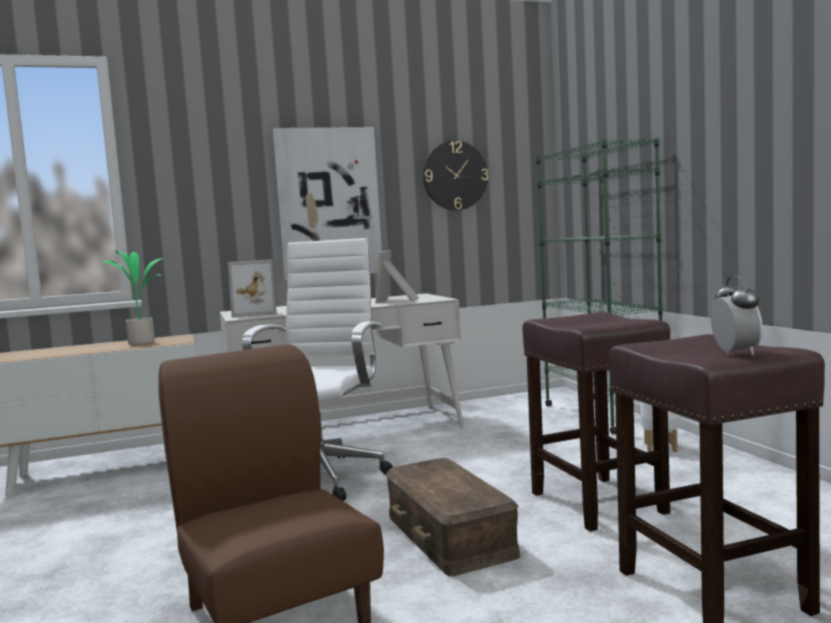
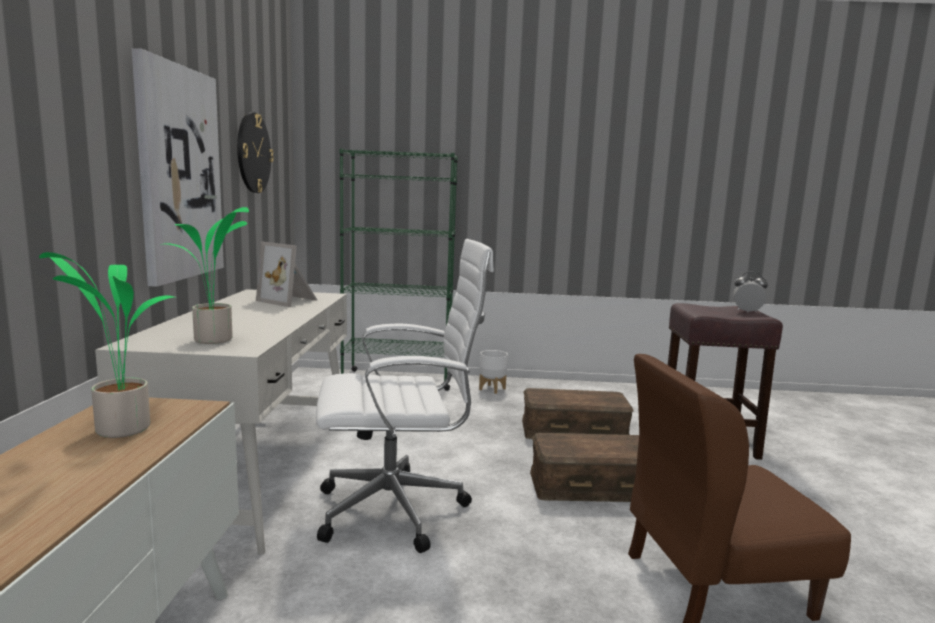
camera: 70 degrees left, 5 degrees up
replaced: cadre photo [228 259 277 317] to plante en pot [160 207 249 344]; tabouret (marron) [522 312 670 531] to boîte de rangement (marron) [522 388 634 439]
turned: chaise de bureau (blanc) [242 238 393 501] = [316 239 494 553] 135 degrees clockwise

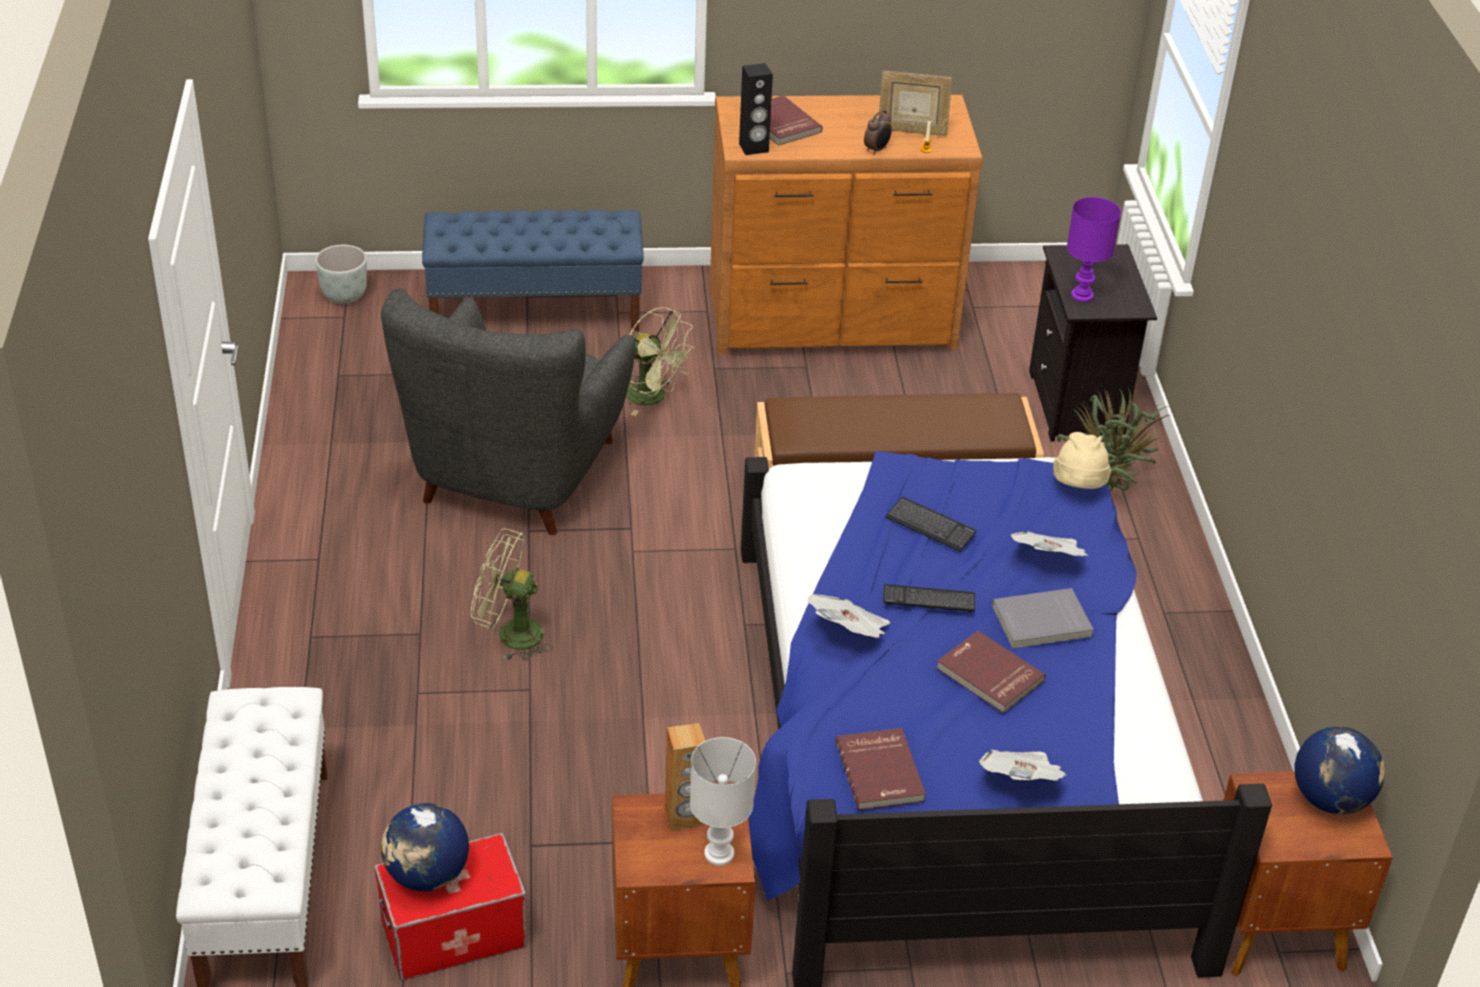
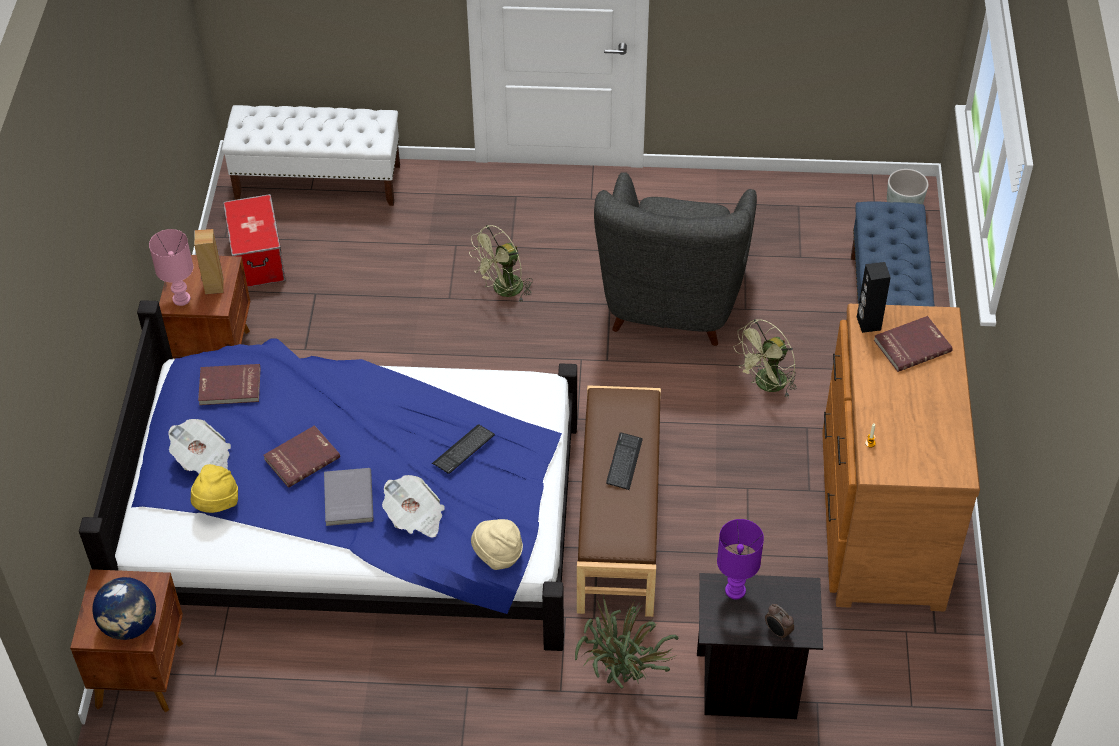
camera: 100 degrees right, 10 degrees up
removed: globe [381 803 469 891]; journal [808 594 890 638]; cadre photo [879 71 952 136]
added: chapeau (jaune) [191 464 238 513]
moved: réveil [864 110 892 155] to [765 604 794 640]; clavier [883 584 975 613] to [606 432 643 490]
recoloured: lampe de table (blanc) [690 737 756 866] to lampe de table (rose) [149 229 193 306]
turned: fauteuil (gris) [381 288 636 535] = [594 172 757 346] 105 degrees counterclockwise; ventilateur (vert) [471 528 553 661] = [469 225 533 301] 150 degrees counterclockwise

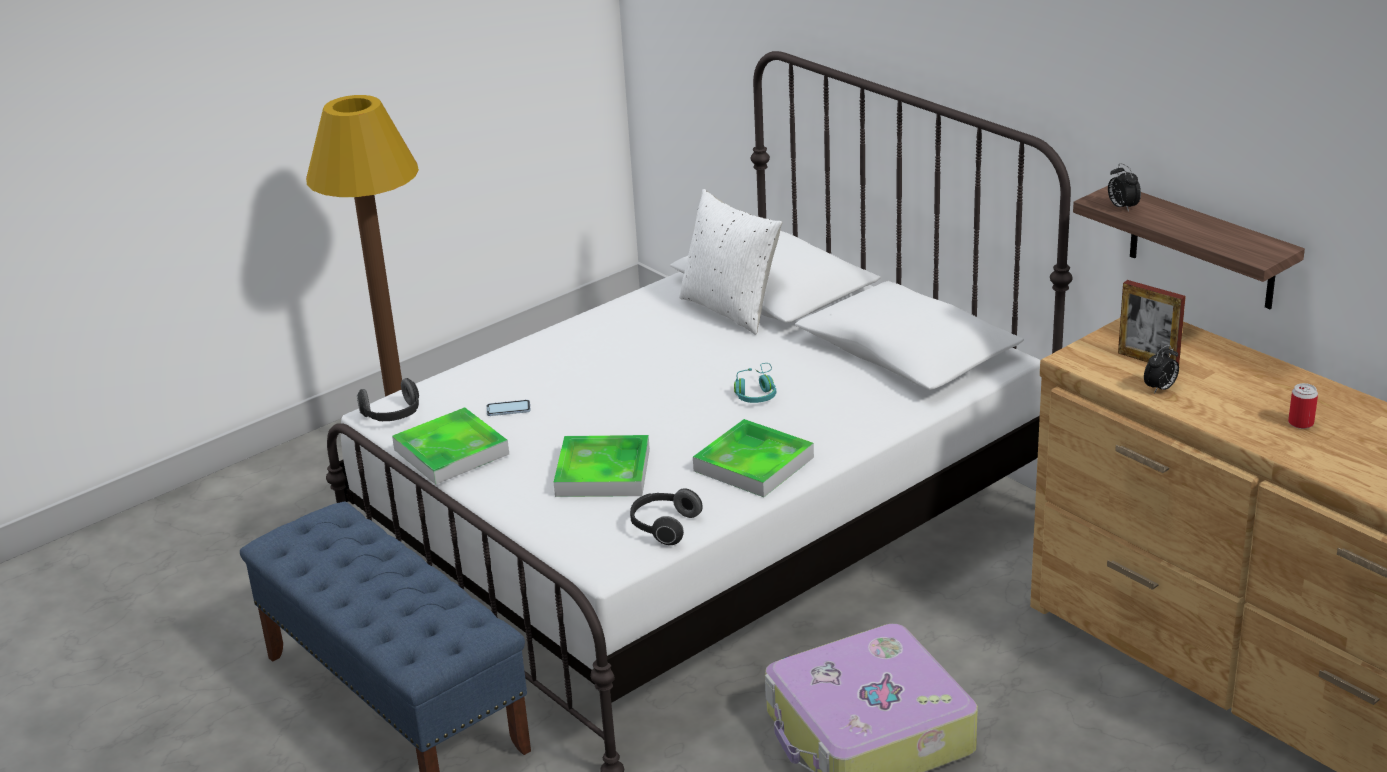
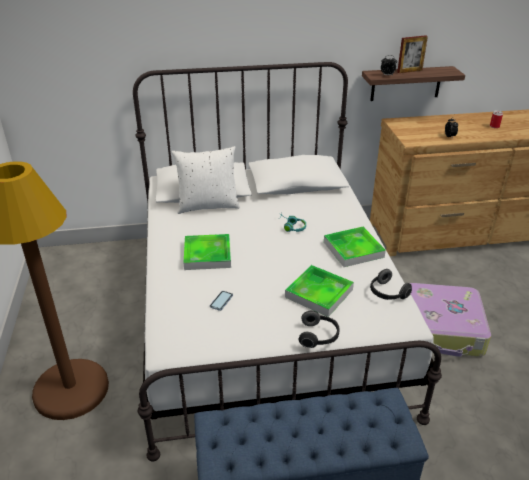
camera: 60 degrees left, 5 degrees up
moved: casque audio [357 378 419 421] to [299 311 339 348]; plateau [392 407 509 485] to [183 234 231 270]; cadre photo [1118 280 1186 364] to [397 35 428 73]

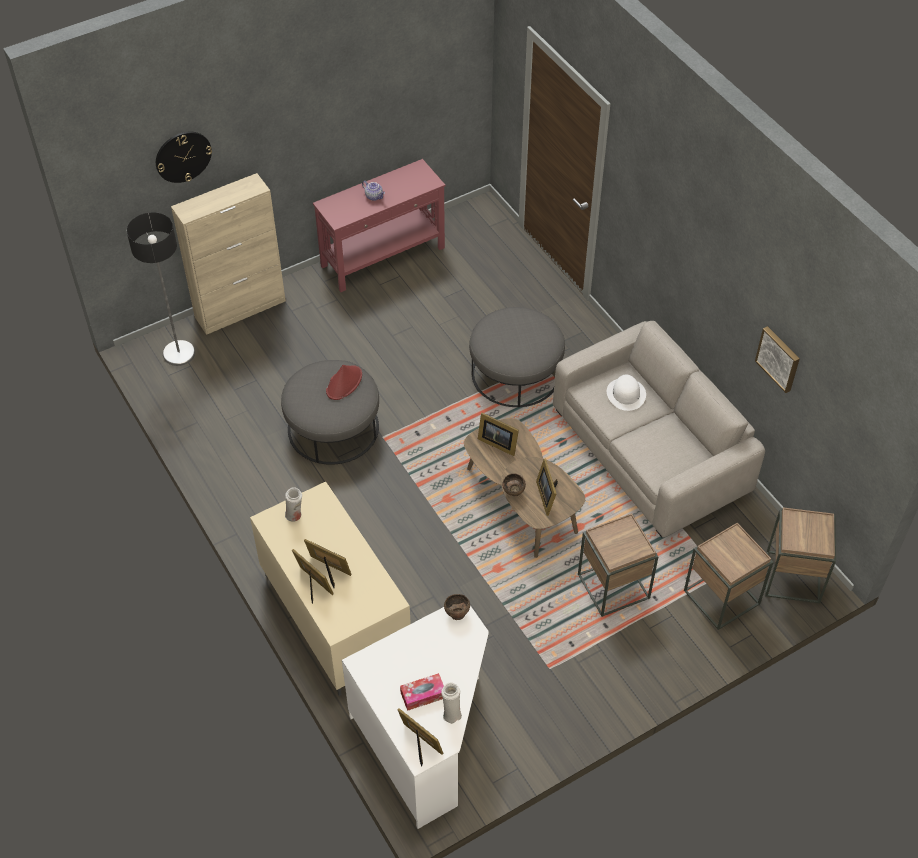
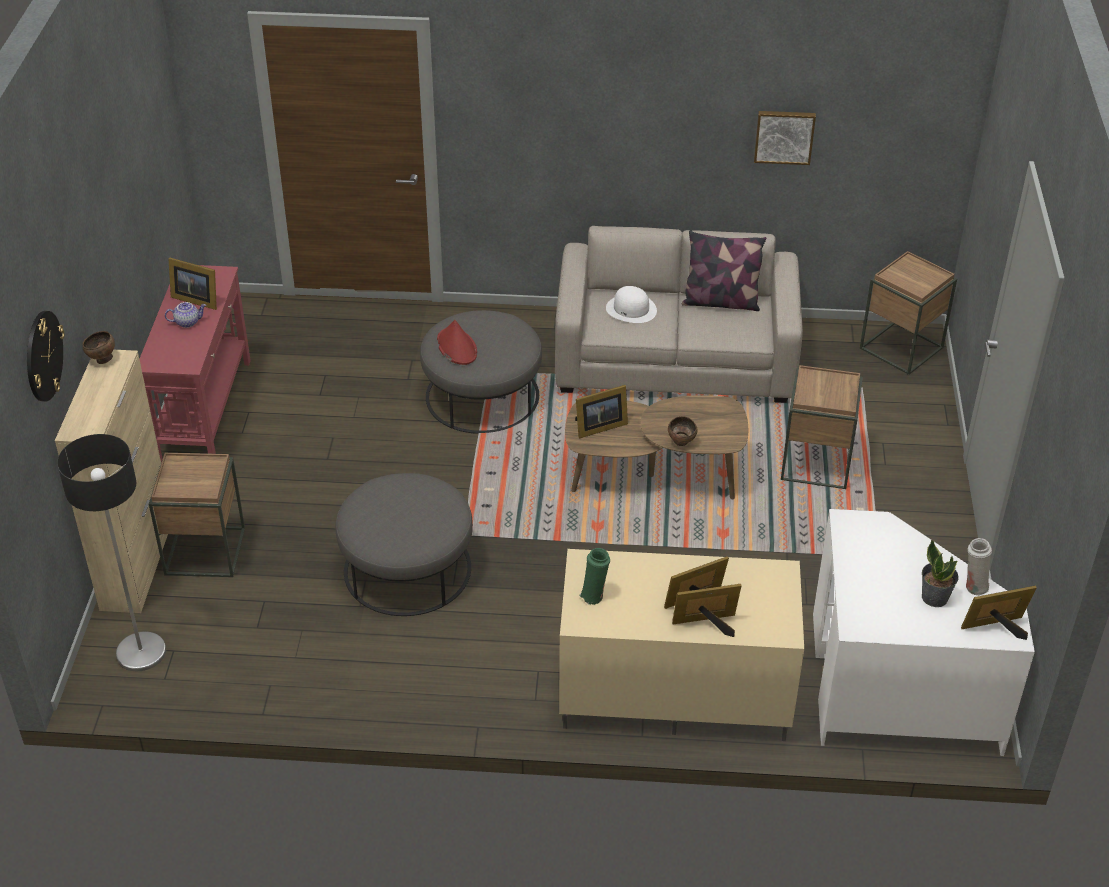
camera: 55 degrees left, 10 degrees down
added: coussin [682 230 766 311]
moved: chapeau (rouge) [326 365 362 400] to [437 320 477 365]; bol (marron) [444 594 470 620] to [82 331 115 364]; cadre photo [536 459 558 516] to [168 257 217 310]; table d'appoint (marron) [684 522 774 630] to [149 453 245 577]
replaced: boîte à mouchoirs [400 673 444 711] to plante en pot [922 540 959 607]
recoloured: vase (blanc) [285 487 302 522] to vase (vert) [579 548 610 605]

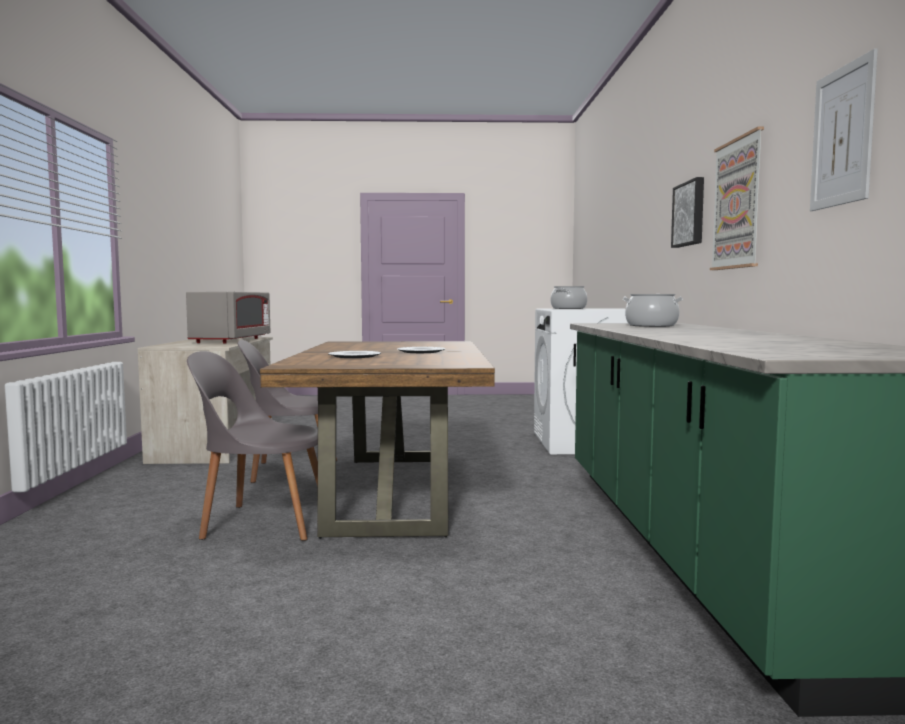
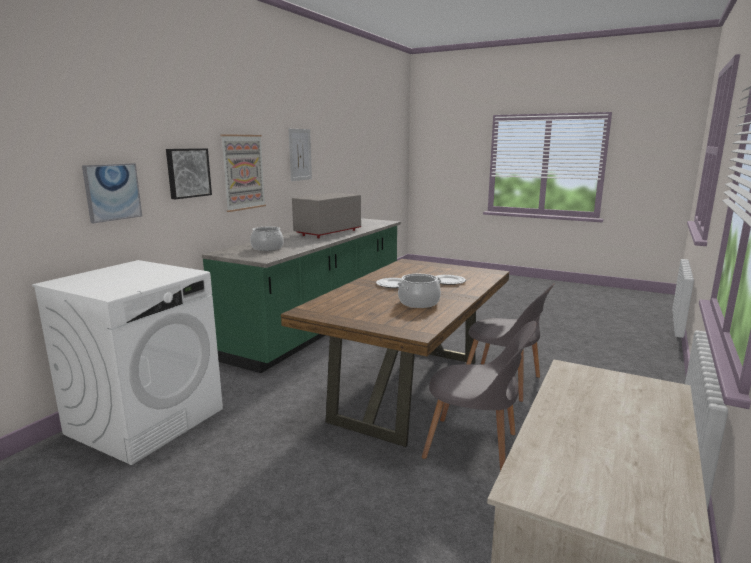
camera: 150 degrees left, 10 degrees up
added: tableau [82 163 142 223]
moved: micro-ondes (gris) [186 292 270 343] to [292 193 361 238]; marmite [551 286 587 309] to [397 274 441 308]

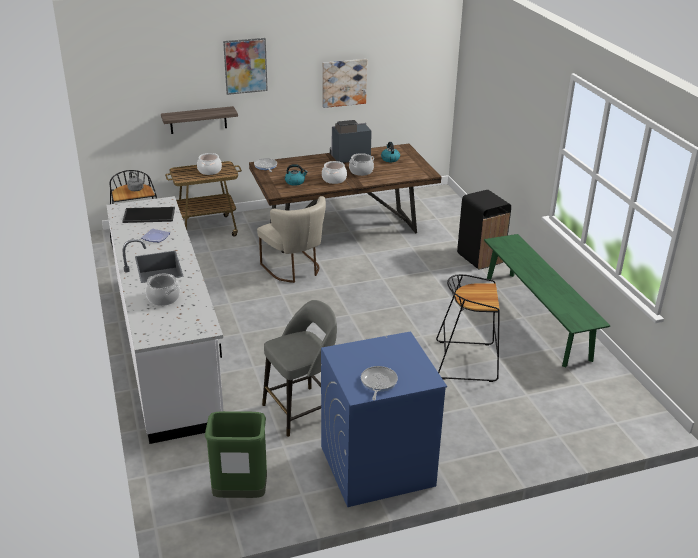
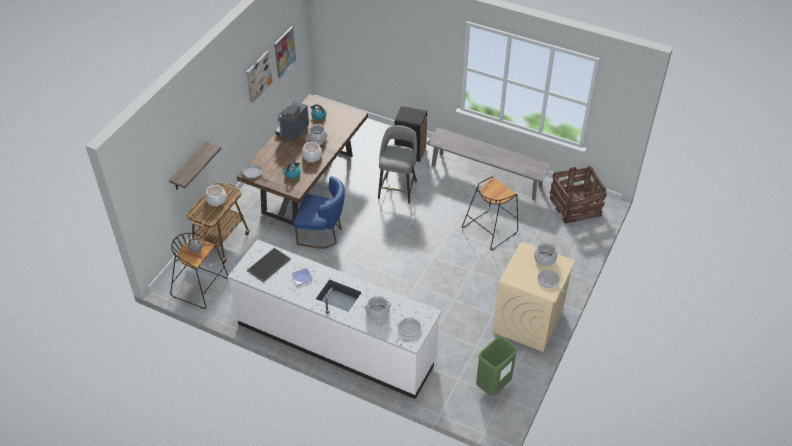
camera: 45 degrees left, 15 degrees up
added: poêle [396 318 421 343]; marmite [534 243 557 266]; caisse [550 166 607 224]
moved: tableau [223 38 268 95] to [274 26 296 78]; tabouret (gris) [262 300 337 437] to [378 125 417 204]
recoloured: chaise (beige) [257 196 326 283] to chaise (bleu) [293 176 345 249]; lave-linge (bleu) [321 331 447 507] to lave-linge (beige) [492 241 576 352]; banc (vert) [484 234 611 368] to banc (gris) [427 128 552 200]

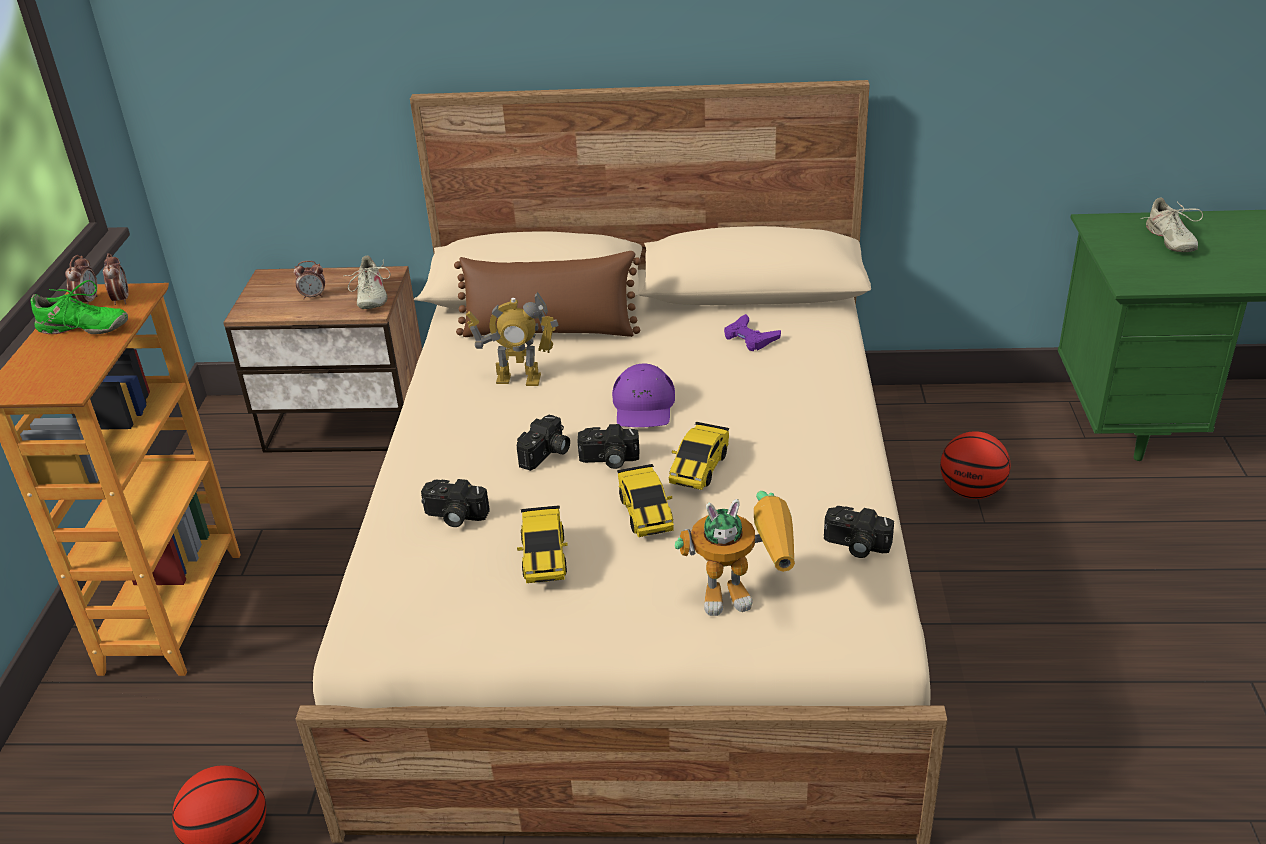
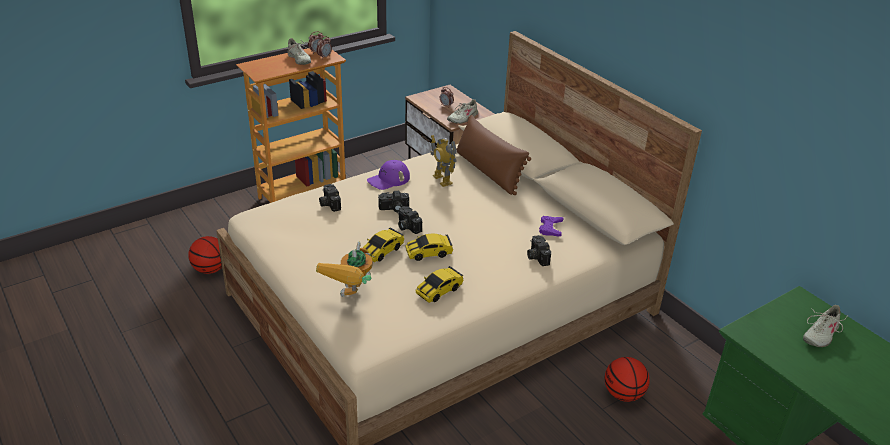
camera: 50 degrees right, 0 degrees up
moved: petite voiture [517 505 568 583] to [415 266 463 303]; casquette (violet) [612 364 675 427] to [367 160 410 190]; appareil photo [824 506 894 558] to [527 235 551 266]
recoloured: chaussure (vert) [31 280 128 334] to chaussure (beige) [282 38 312 65]
turned: robot jouet [674 491 795 616] = [316 242 373 297] 60 degrees clockwise

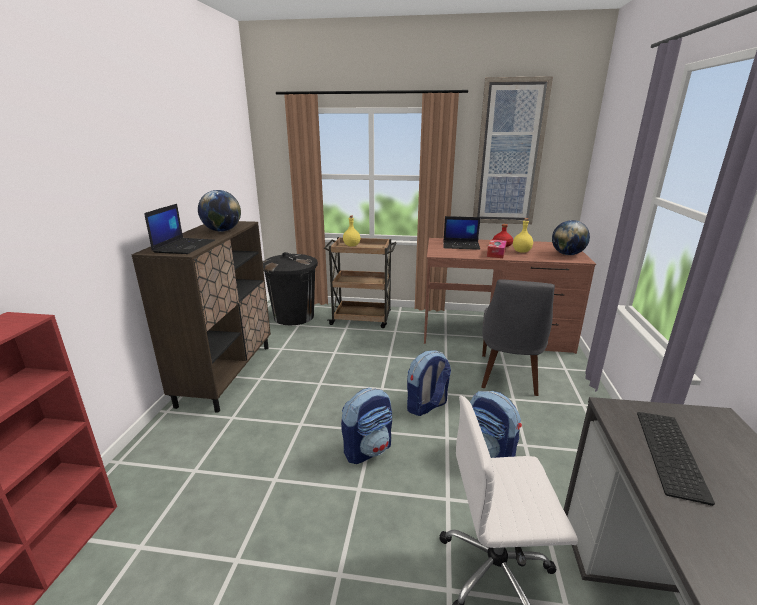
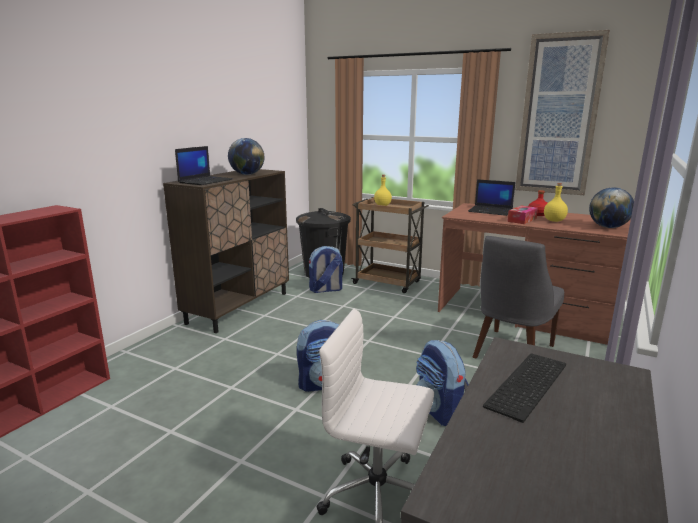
camera: 20 degrees right, 5 degrees down
moved: sac à dos [407 350 451 416] to [309 246 343 293]

